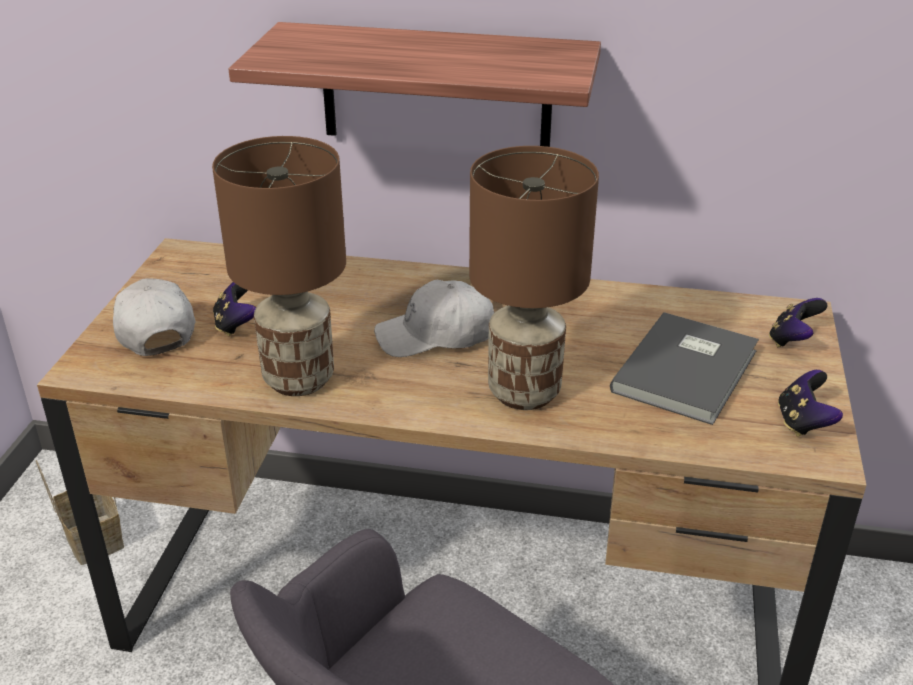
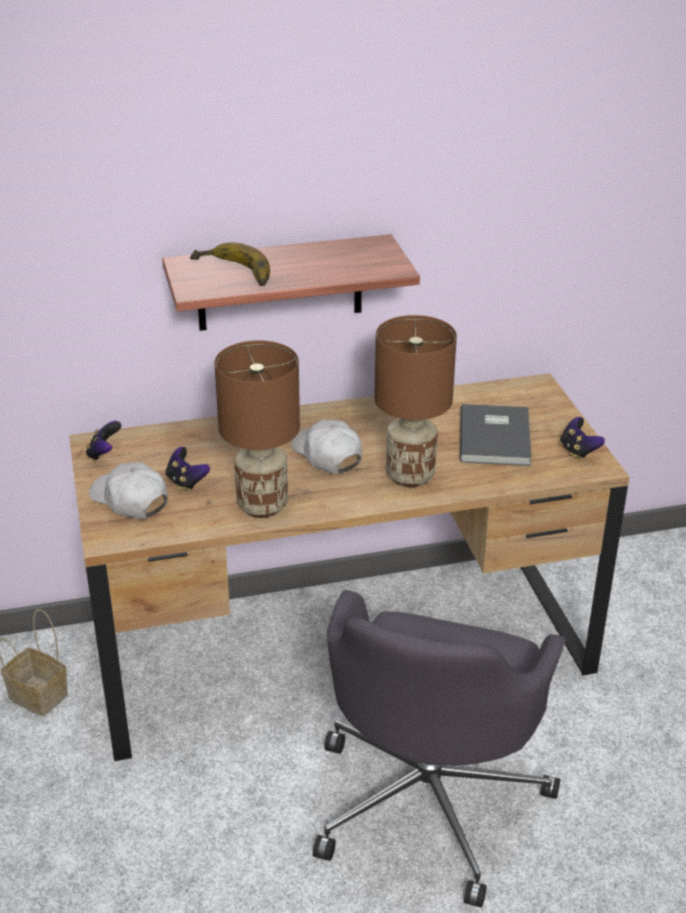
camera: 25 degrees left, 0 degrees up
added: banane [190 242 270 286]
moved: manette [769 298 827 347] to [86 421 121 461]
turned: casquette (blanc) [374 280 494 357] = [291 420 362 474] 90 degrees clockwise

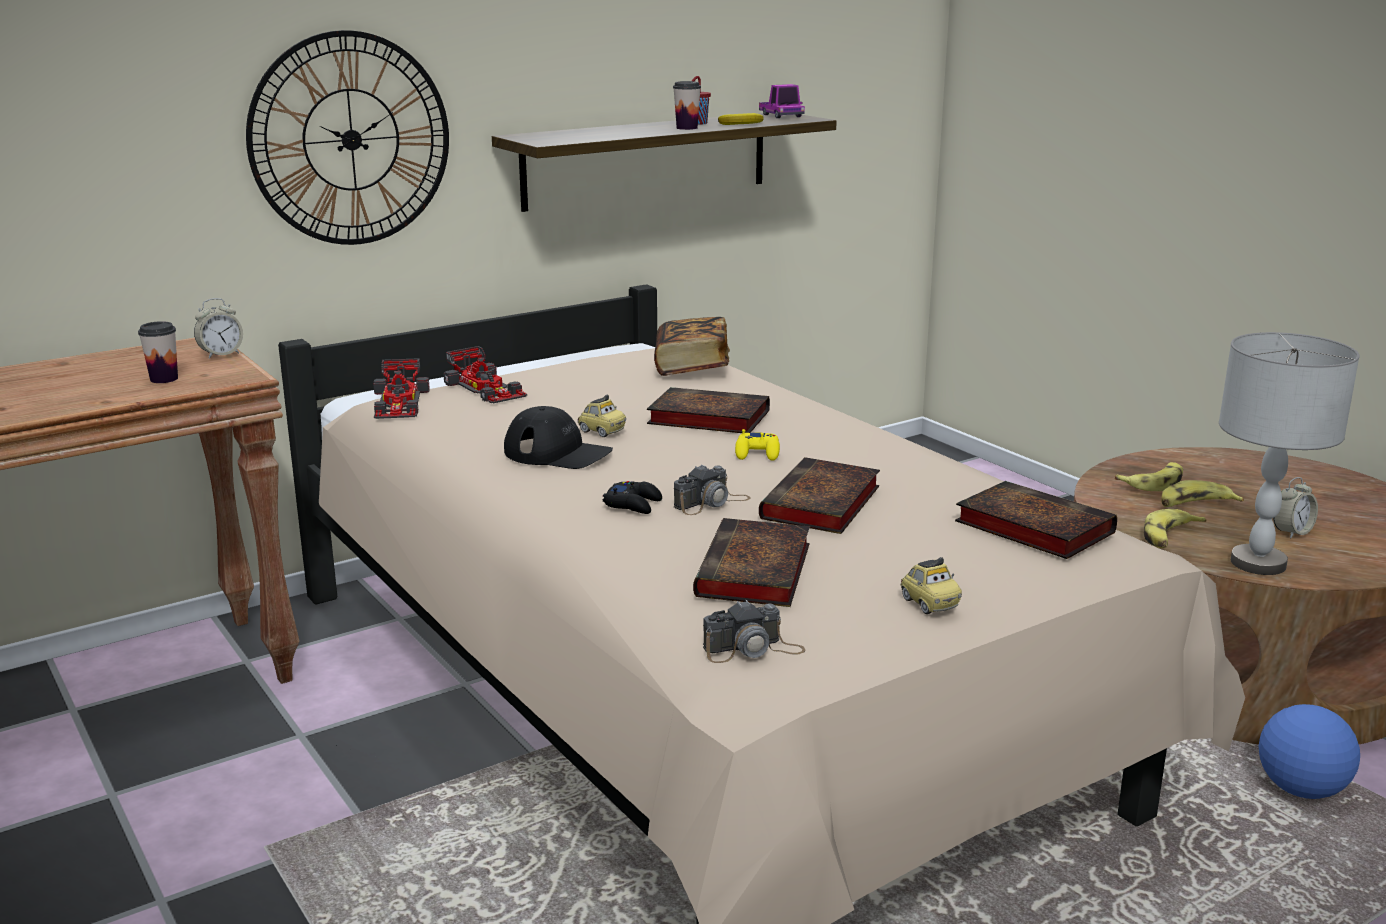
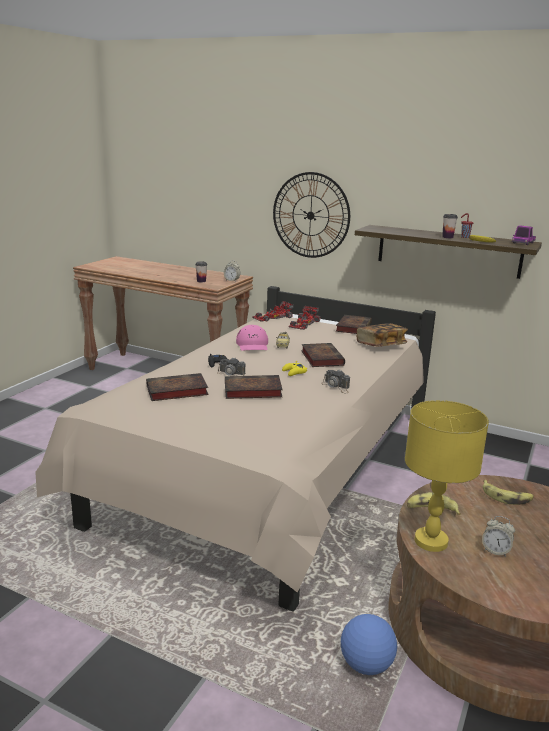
camera: 60 degrees right, 0 degrees up
removed: petite voiture [900 557 962 614]; banane [1161 480 1244 507]
moved: appareil photo [703 600 806 663] to [321 370 350 393]; livre [955 481 1117 559] to [336 315 372 334]
recoloured: casquette (noir) [504 406 613 469] to casquette (rose) [236 325 268 351]; lampe de table (gris) [1219 332 1360 575] to lampe de table (jaune) [405 400 489 552]

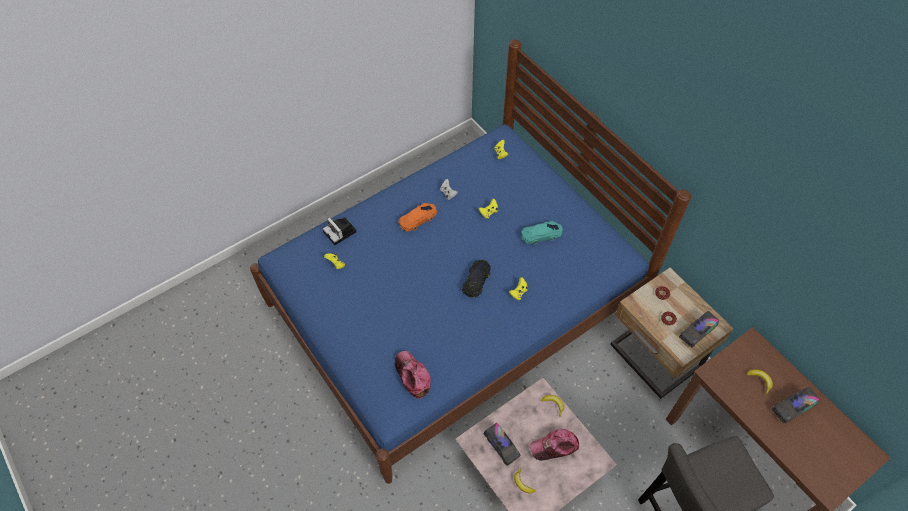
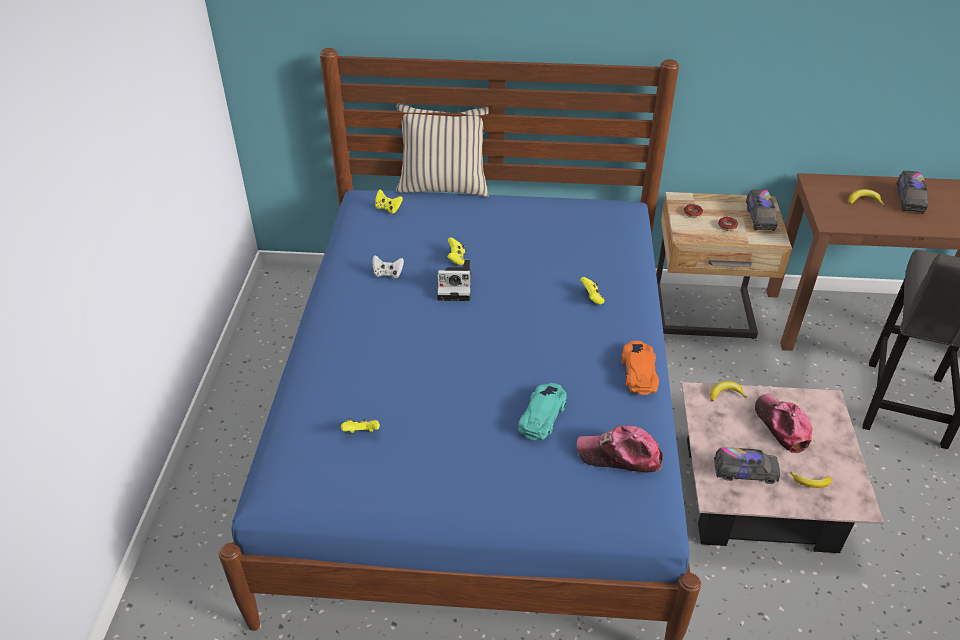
camera: 50 degrees left, 15 degrees down
removed: petite voiture (noir) [462 260 491 297]
added: coussin (beige) [396 104 489 197]
moved: appareil photo [323 217 357 245] to [437 260 471 301]; petite voiture (orange) [398 203 437 232] to [621 341 659 395]; petite voiture (turquoise) [521 221 563 245] to [518 383 567 440]
turned: casquette [530 429 579 461] = [755 394 812 453] 135 degrees clockwise

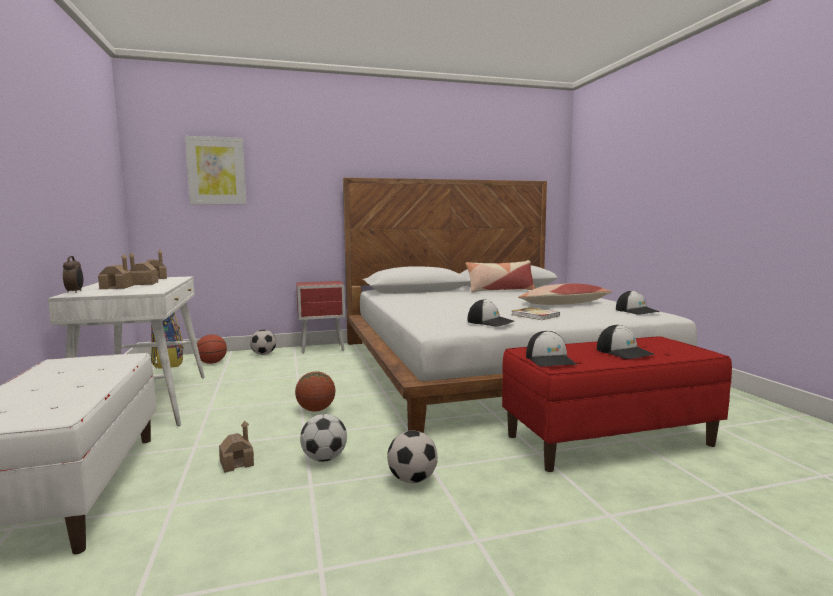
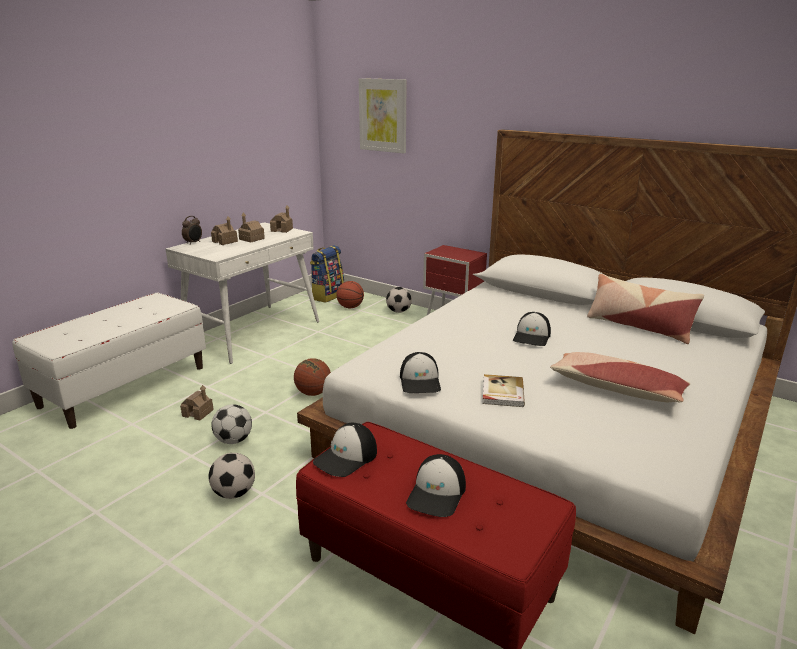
camera: 50 degrees right, 15 degrees up
moved: casquette [616 291 660 315] to [513 312 551 346]

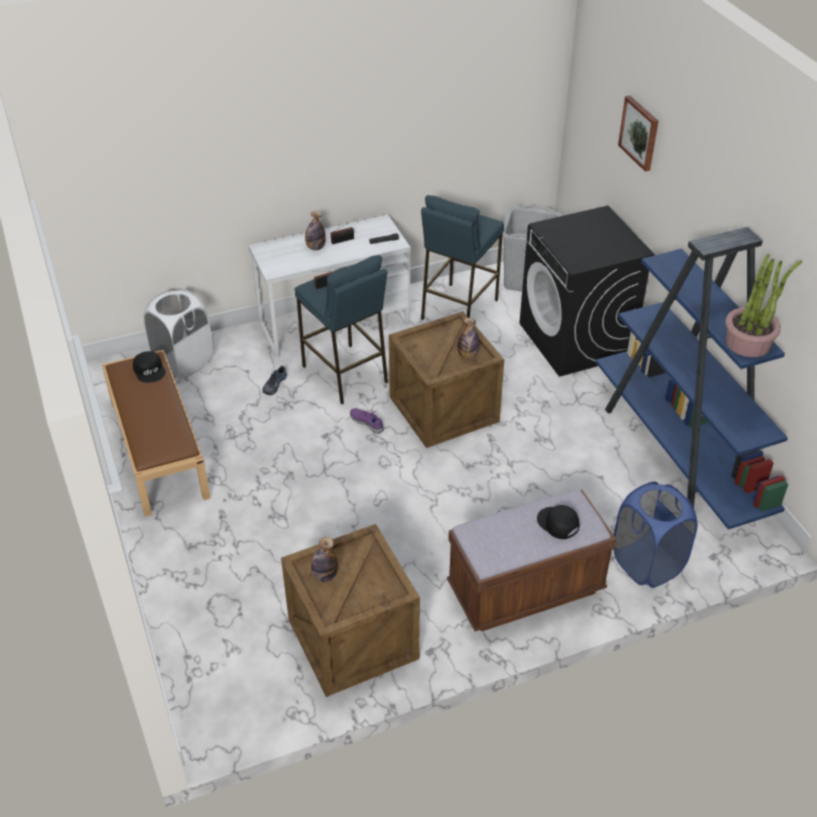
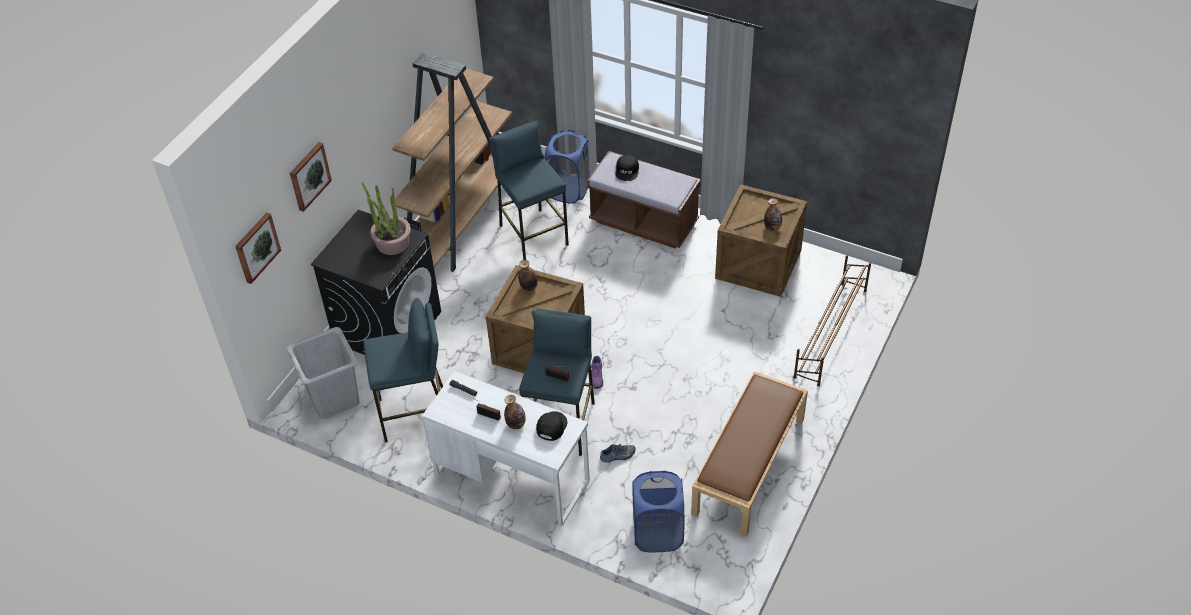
camera: 130 degrees left, 5 degrees up
added: tableau [235 213 281 284]; tabouret (bleu) [489 121 569 260]; étagère à chaussures (marron) [794 255 871 386]
moved: casquette (noir) [133 351 166 383] to [536 411 567 441]; plante en pot [725 254 802 357] to [362 182 411 255]
recoloured: panier à linge (blanc) [143 289 213 378] to panier à linge (bleu) [632 471 685 552]; bibliothèque (bleu) [596 227 788 529] to bibliothèque (marron) [392 52 512 272]

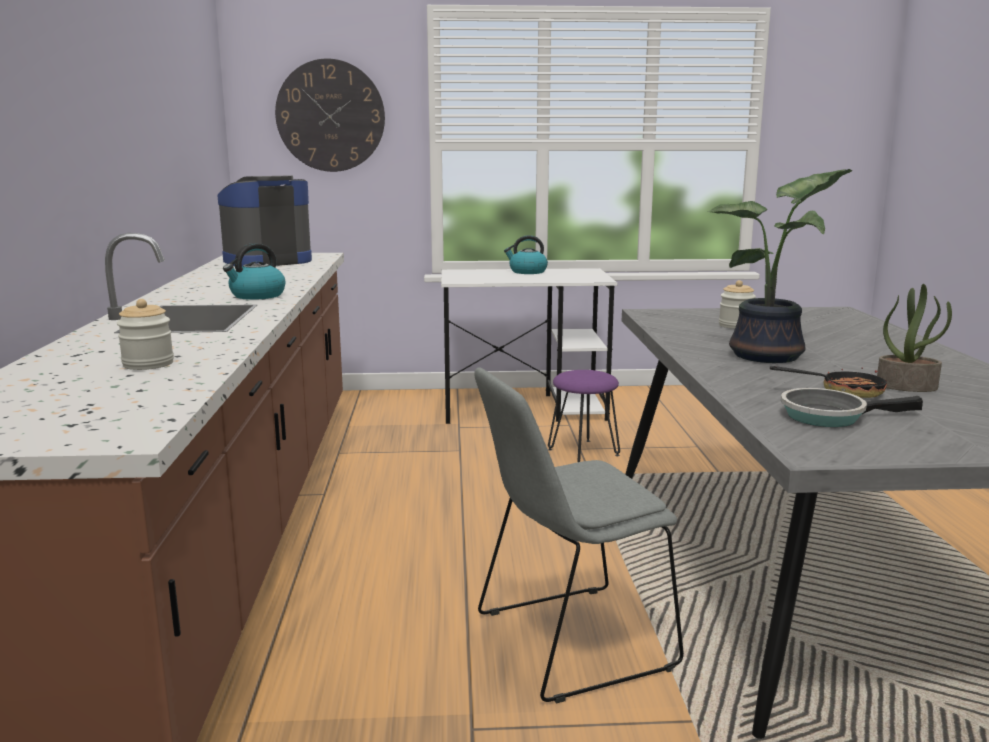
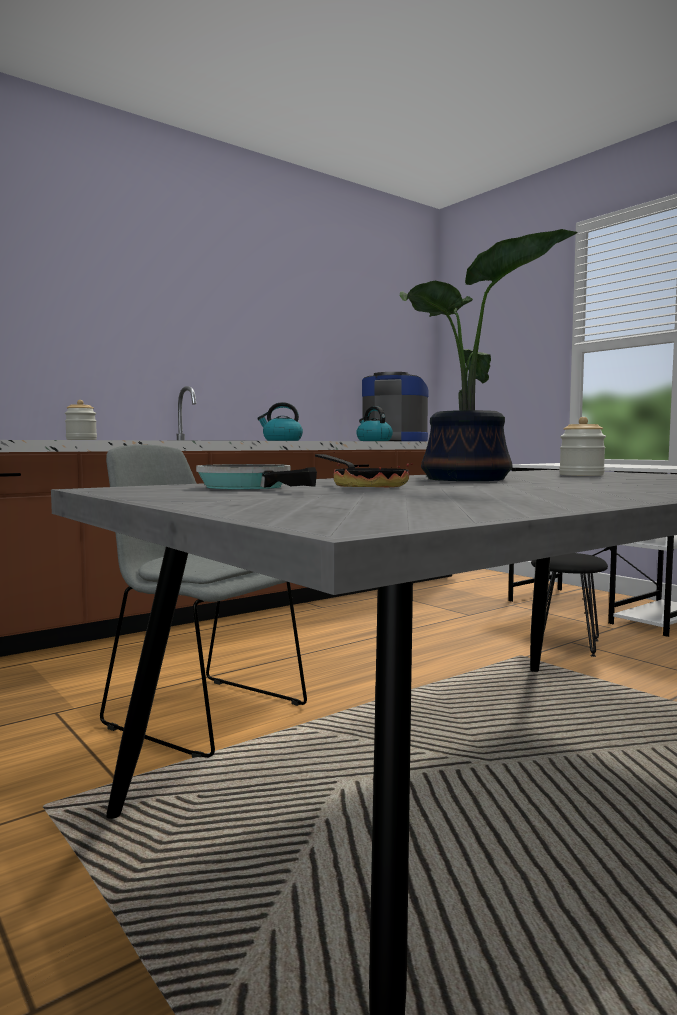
camera: 55 degrees right, 10 degrees down
removed: horloge murale [275 59 385 172]; plante en pot [877 284 952 392]
moved: bouilloire [504 235 548 274] to [356 406 393 441]
recoloured: tabouret (violet) [548 370 620 462] to tabouret (noir) [531 553 608 657]

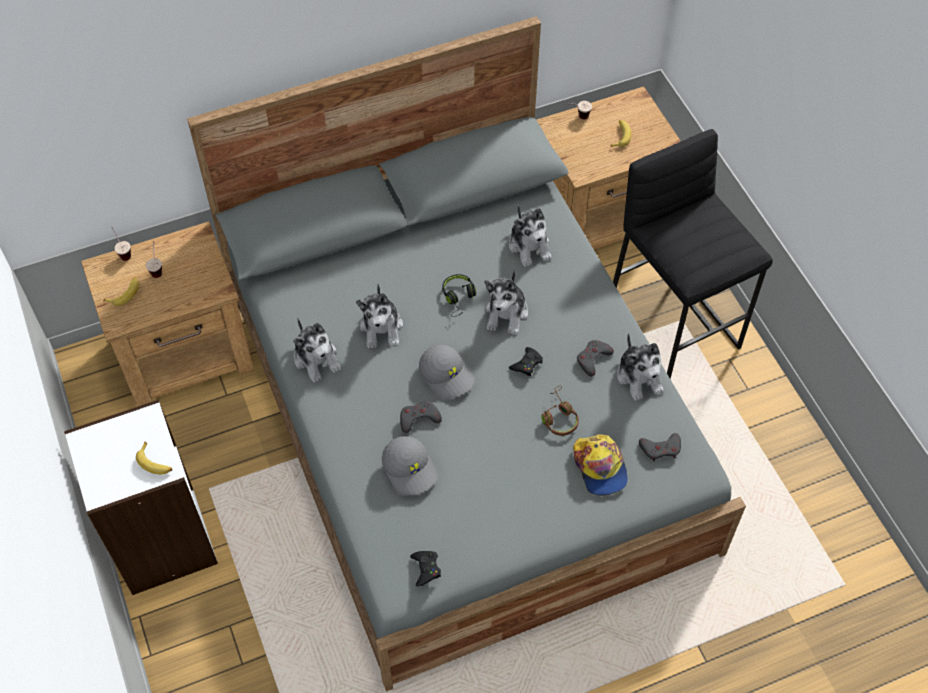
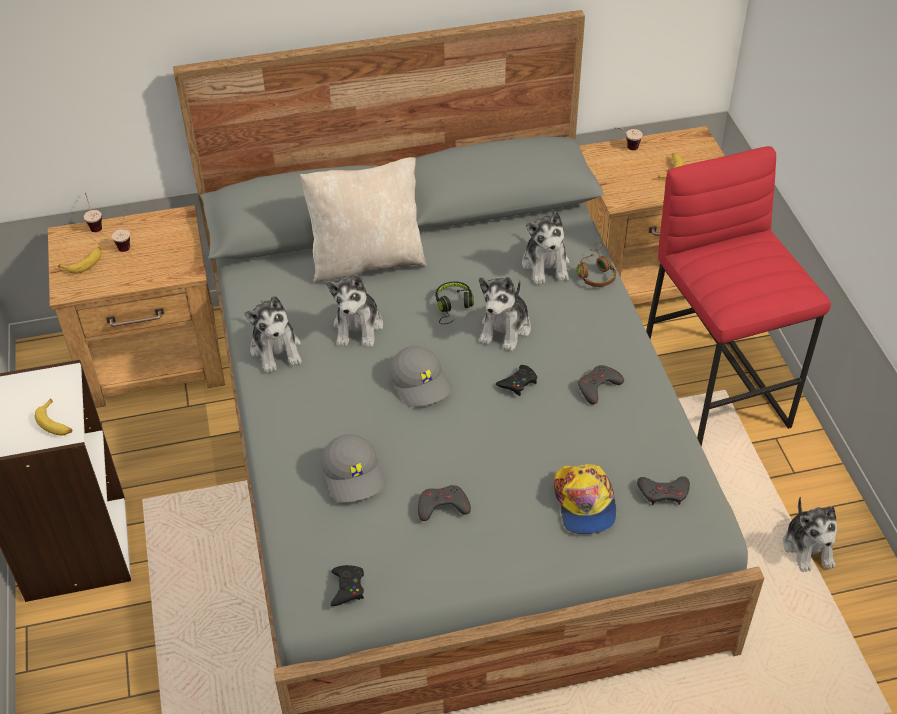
camera: 10 degrees right, 10 degrees down
added: coussin (beige) [300 157 427 283]
moved: manette (gris) [400 401 442 433] to [418 485 471 521]; casque audio (marron) [541 386 579 436] to [577 242 616 287]; peluche [617 333 664 401] to [783 497 837 572]
recoloured: tabouret (noir) [613 129 773 379] to tabouret (rouge) [646 146 831 447]

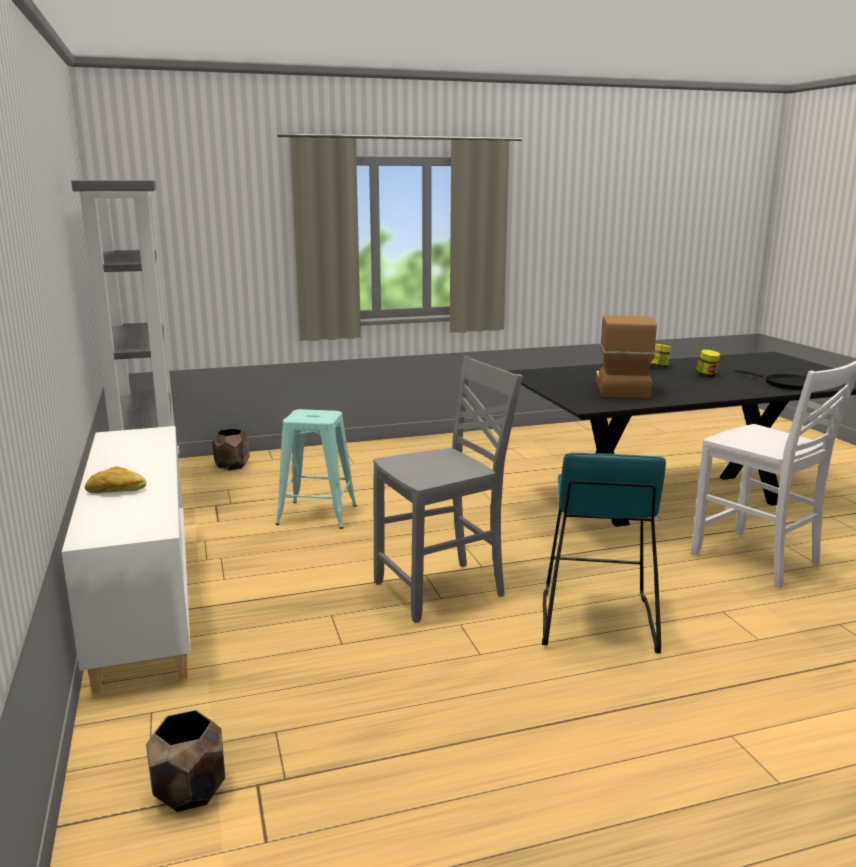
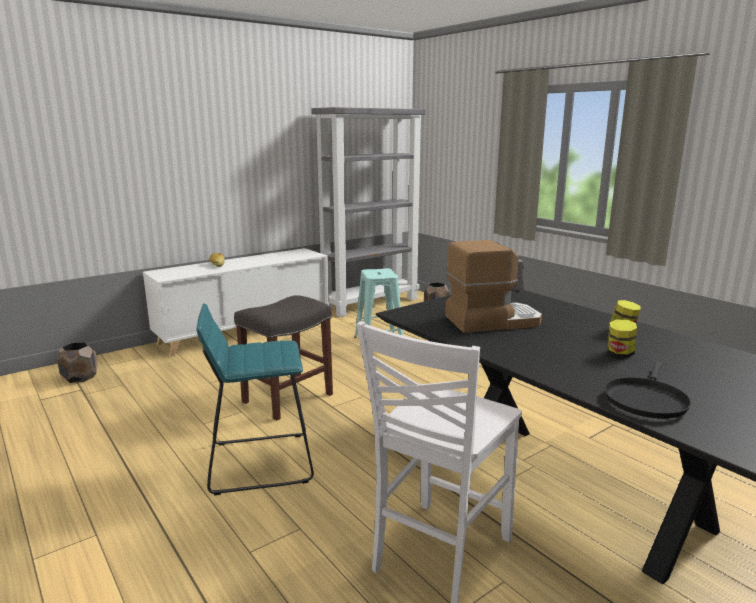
camera: 70 degrees right, 0 degrees up
replaced: chaise (gris) [373 356 523 623] to tabouret (gris) [234 295 333 421]

